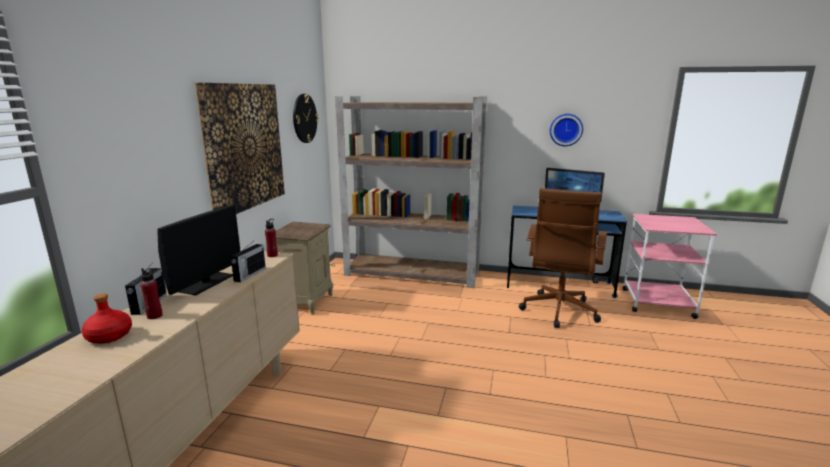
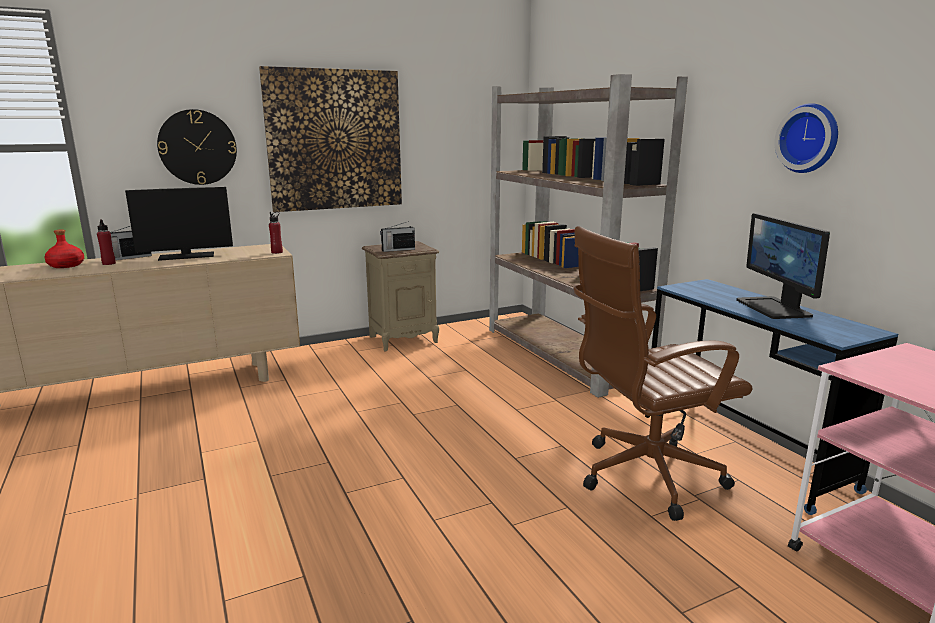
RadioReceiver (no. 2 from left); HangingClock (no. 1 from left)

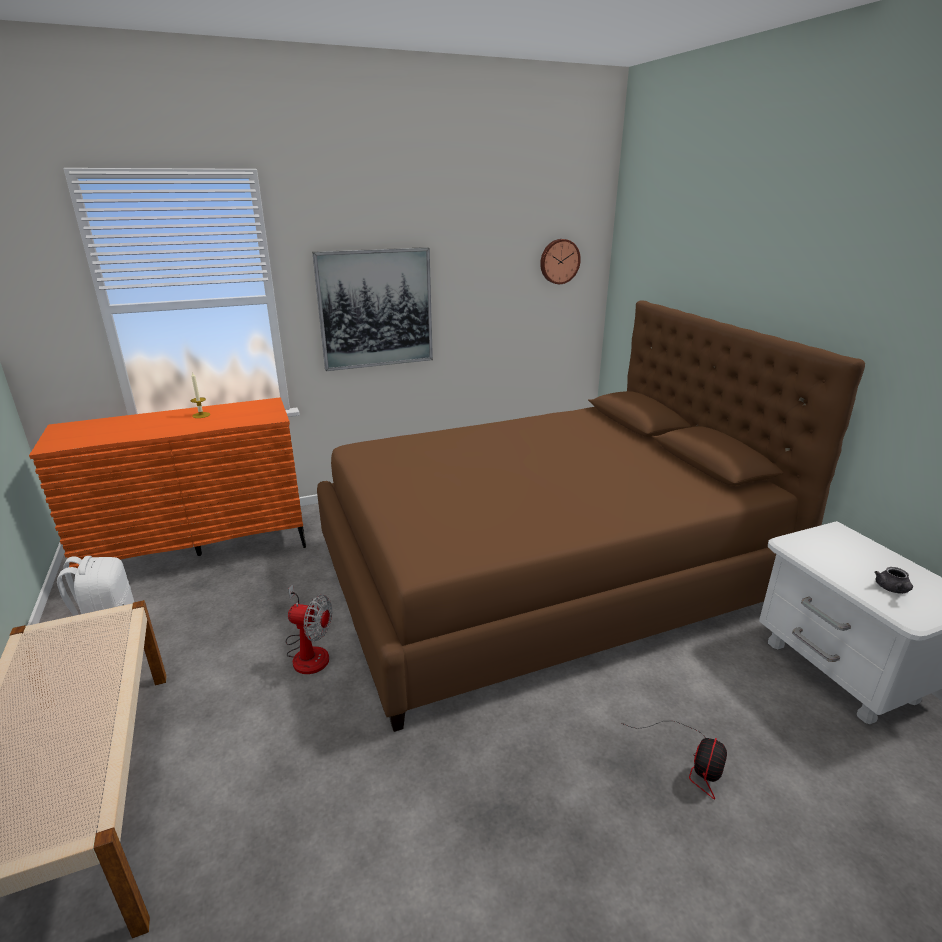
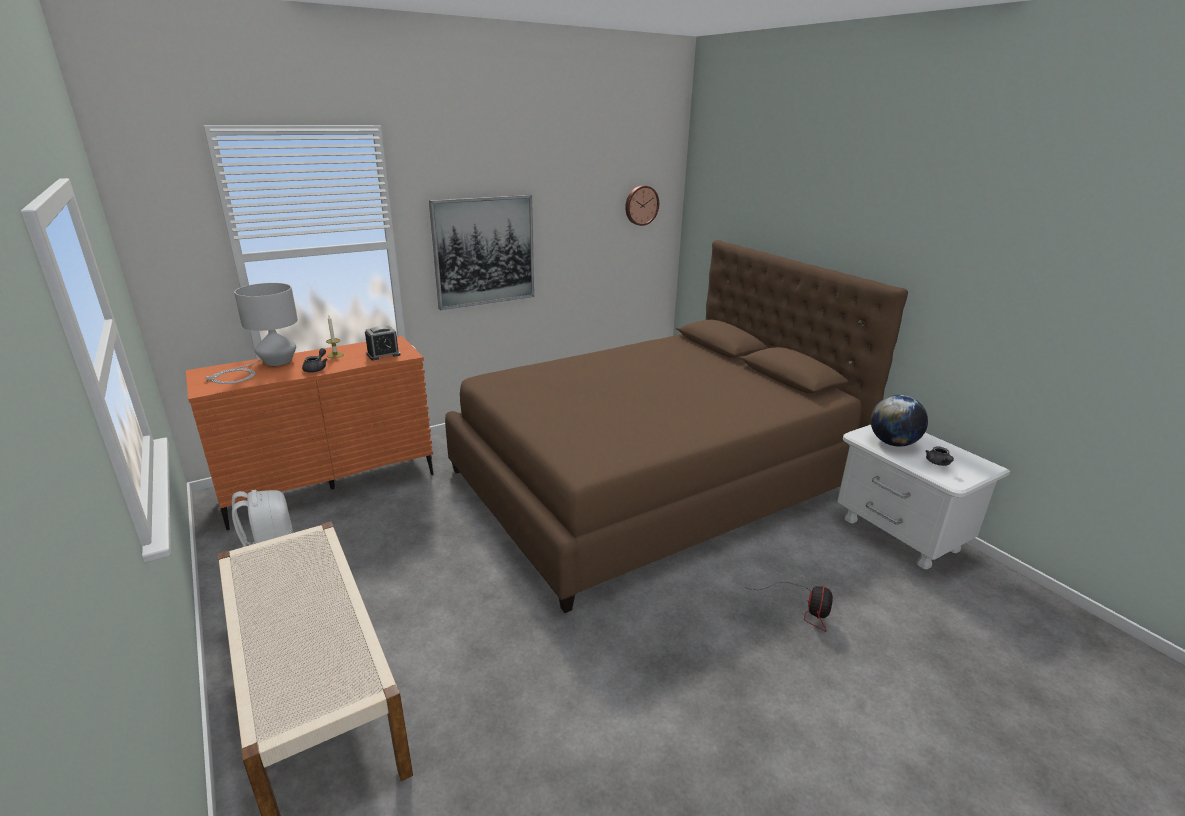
Fan (no. 1 from left in the first image); GreyishTableLamp; GreyishTeapot (no. 1 from left); AlarmClock; WorldGlobe

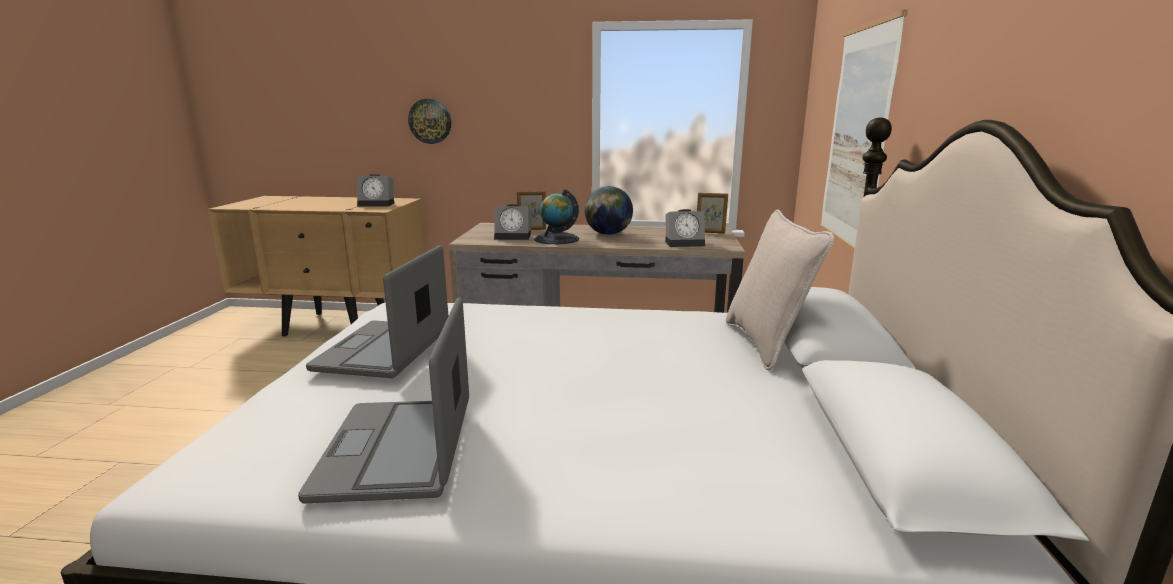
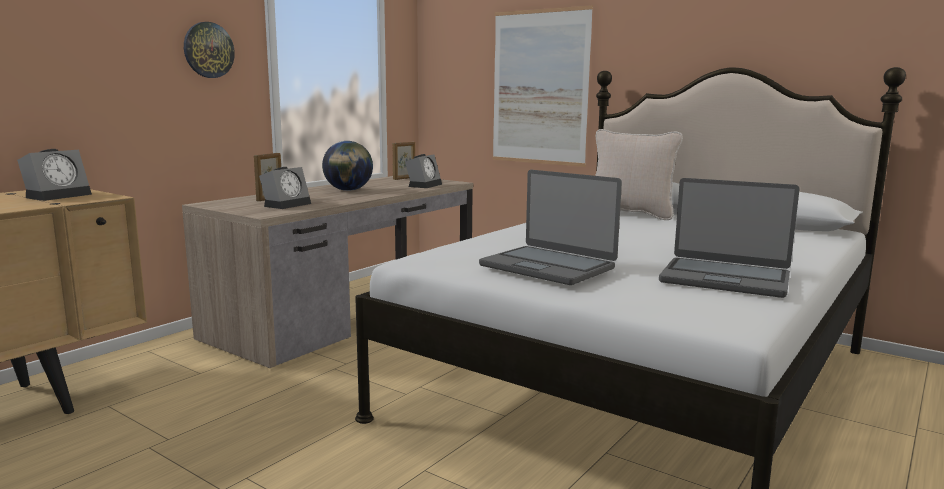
HangingClock; WorldGlobe (no. 1 from left in the first image)

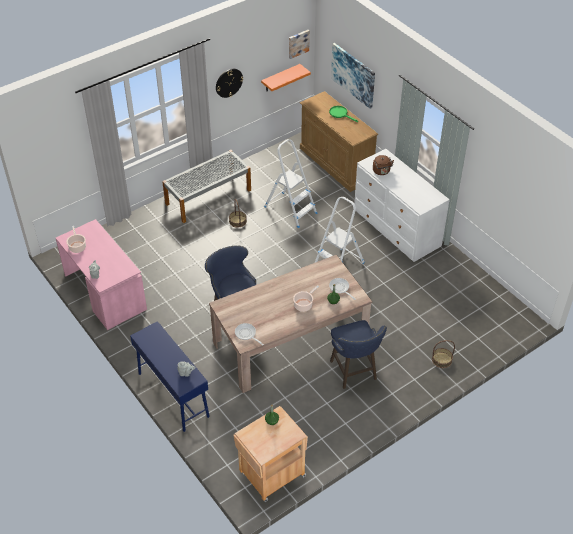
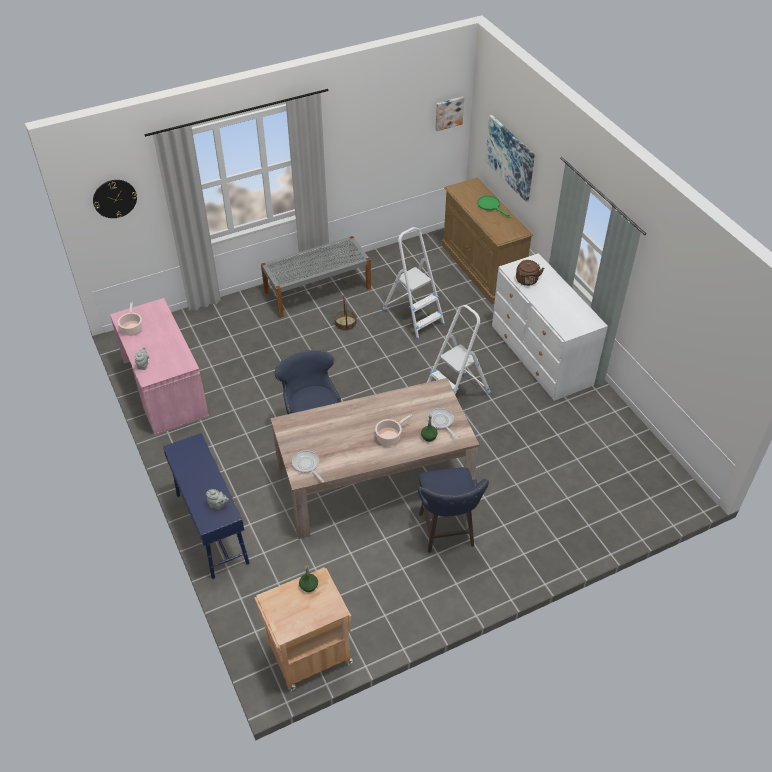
HangingClock; OrangeShelf; Basket (no. 2 from left in the first image)

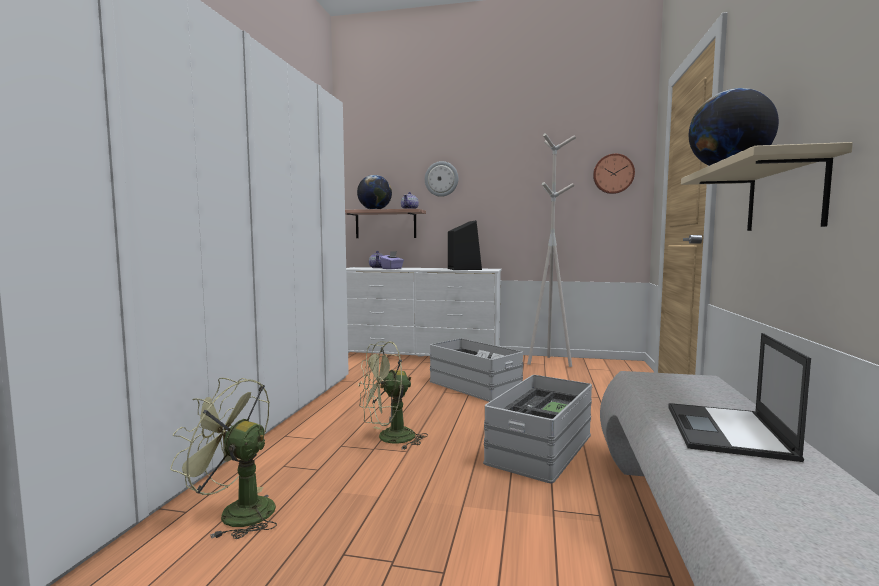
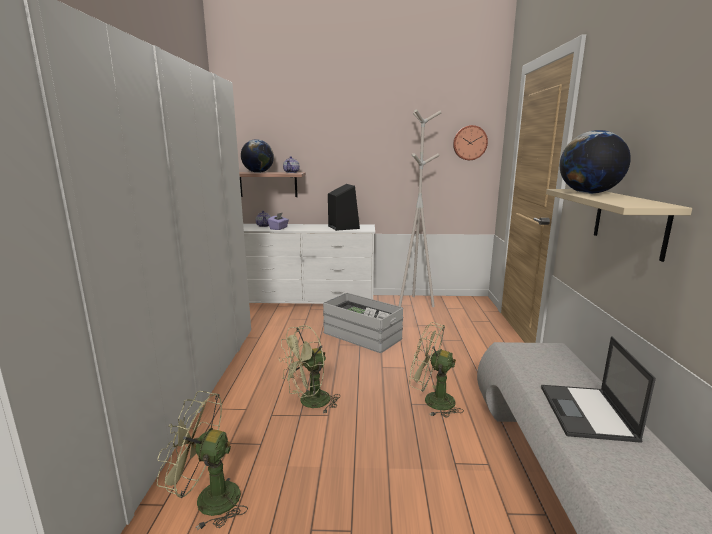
HangingClock (no. 1 from left in the first image); GreenColouredFan (no. 3 from left)

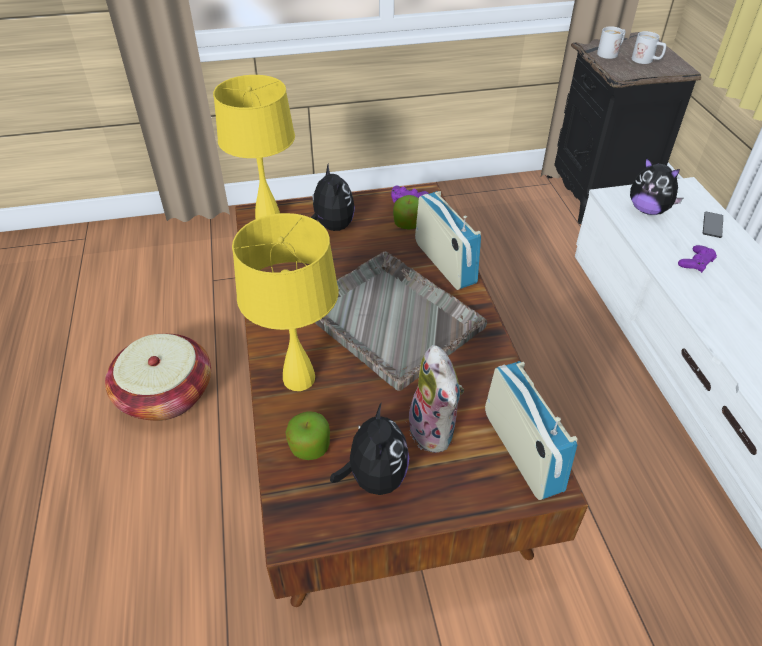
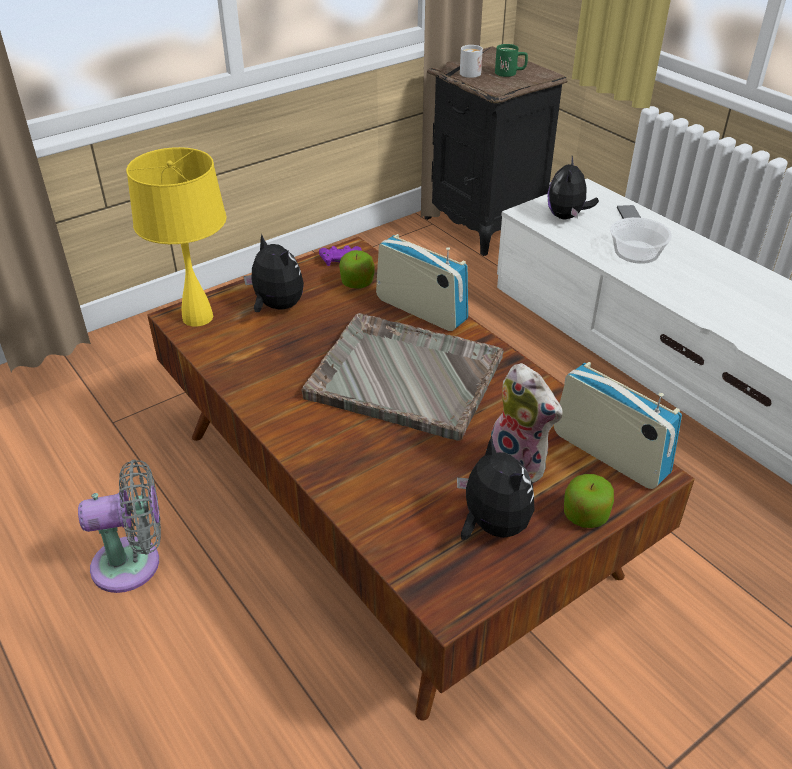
GreyishFan; YellowTableLamp (no. 2 from left in the first image); WholeApple (no. 2 from left); CuddlyToy (no. 4 from left); GreenColouredCoffeeMug; ServingBowl

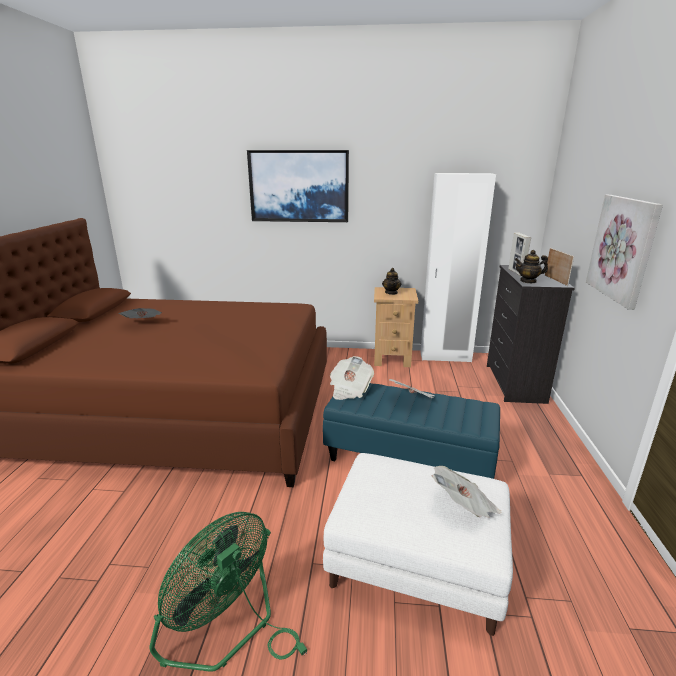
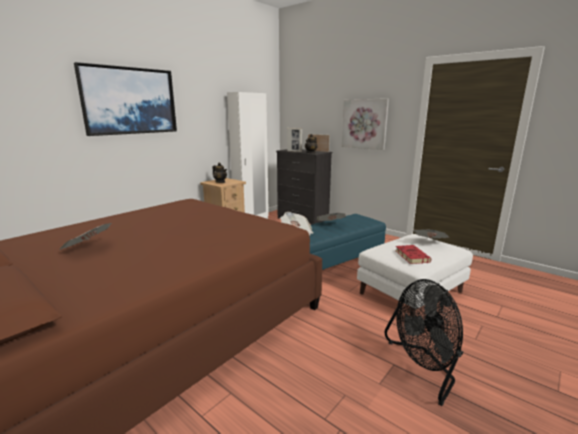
BlackColouredFan; RedBook

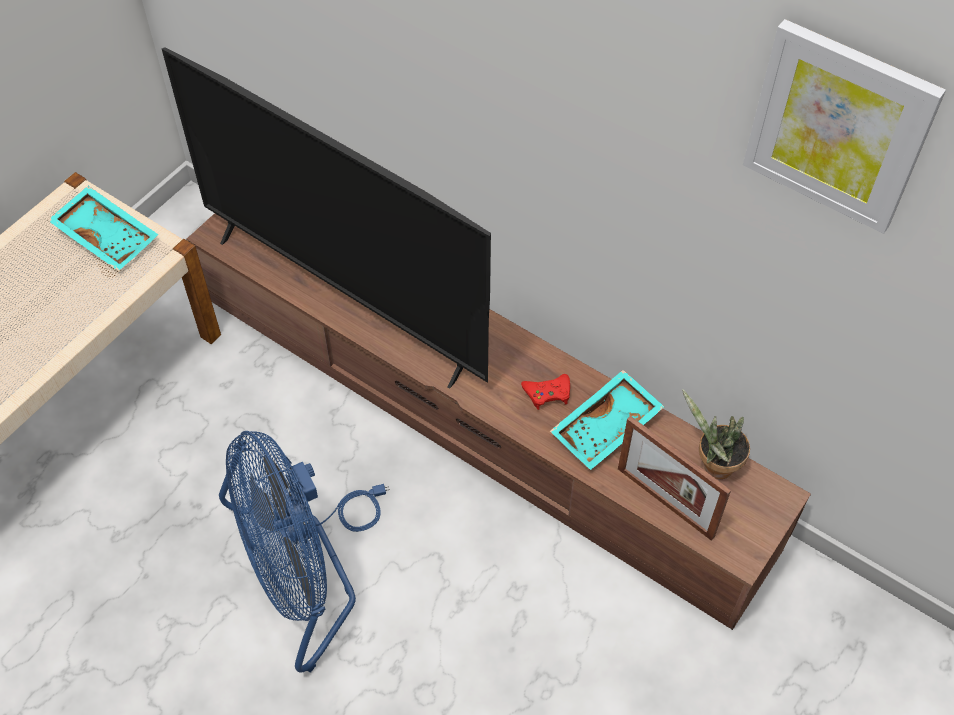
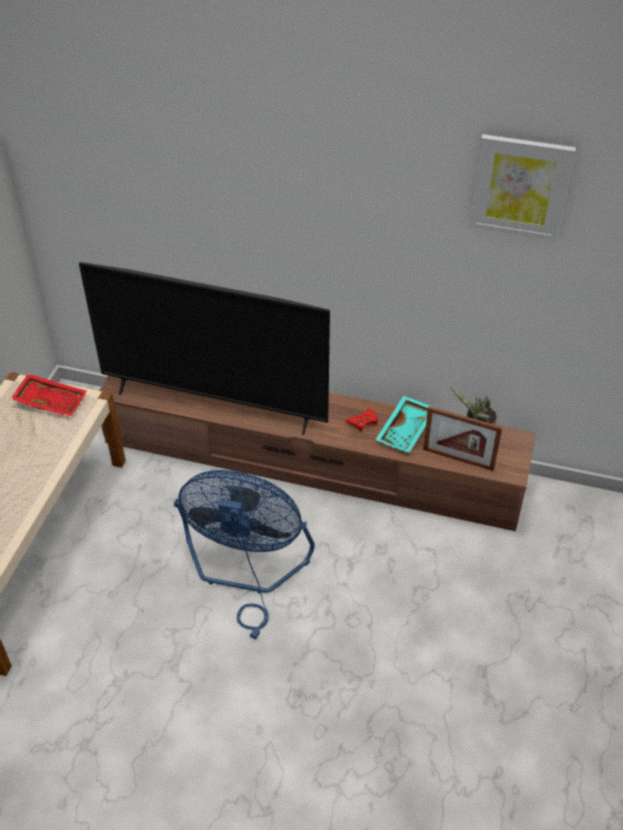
RedServingTray; BluishFan

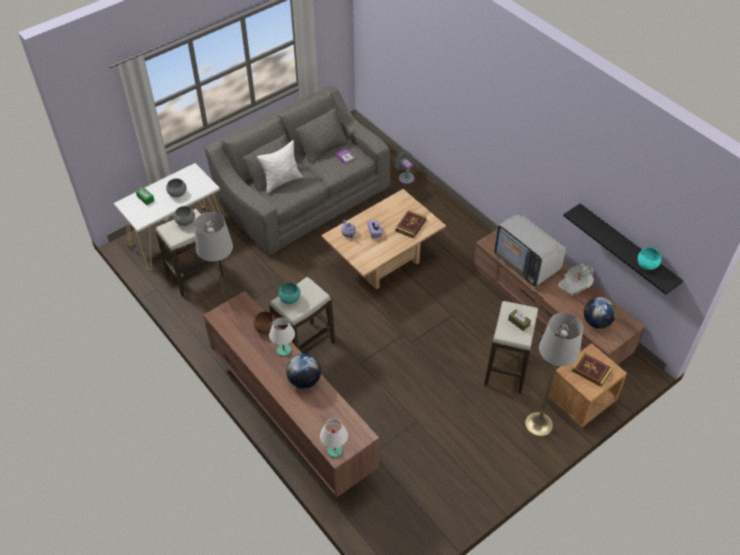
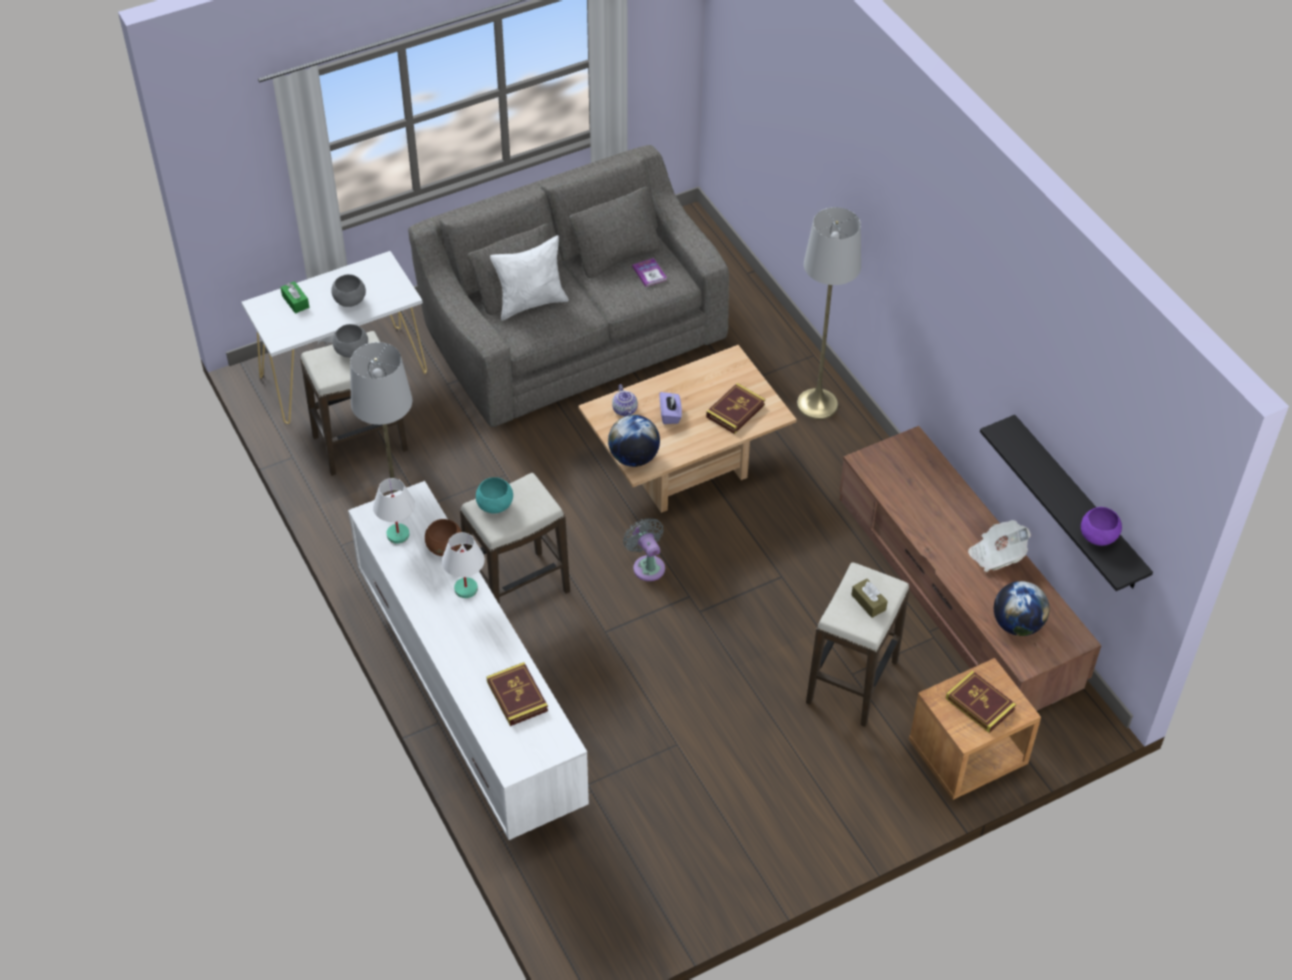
WhitishCabinet; WorldGlobe (no. 1 from left); WhitishTableLamp (no. 1 from left); GreyishFan; Tv; GreyishStandingLamp (no. 2 from left); PurpleServingBowl; Book (no. 1 from left)

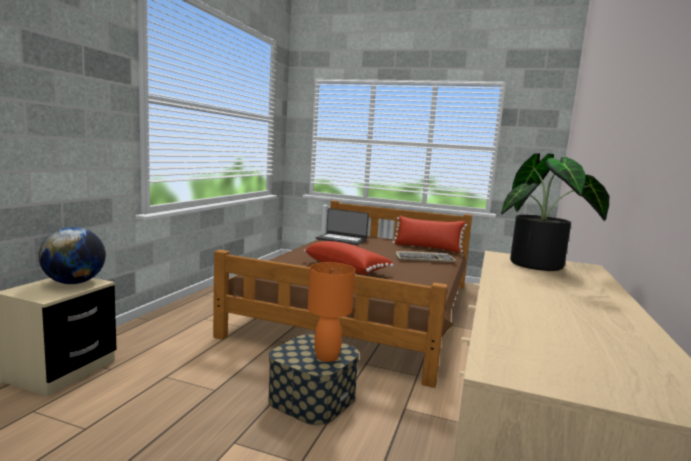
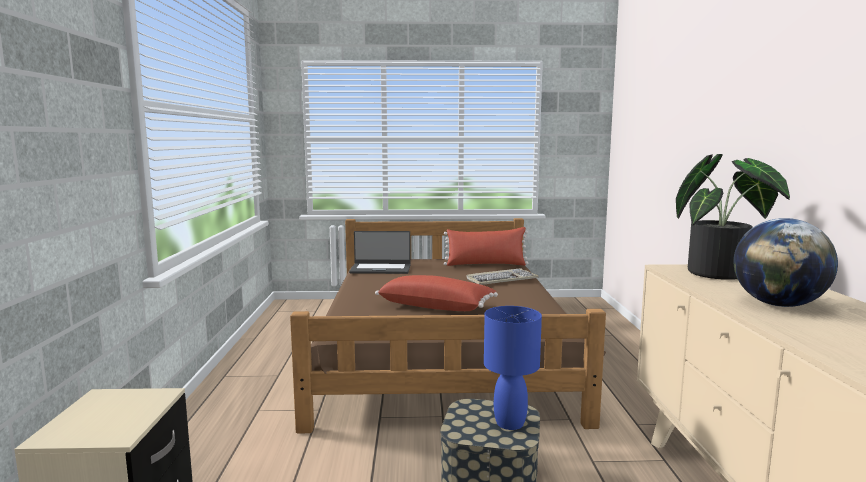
WorldGlobe; BluishTableLamp

